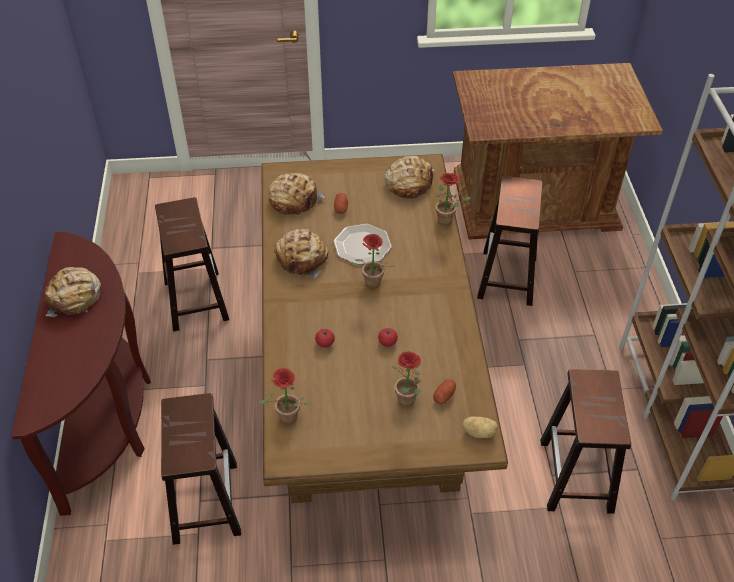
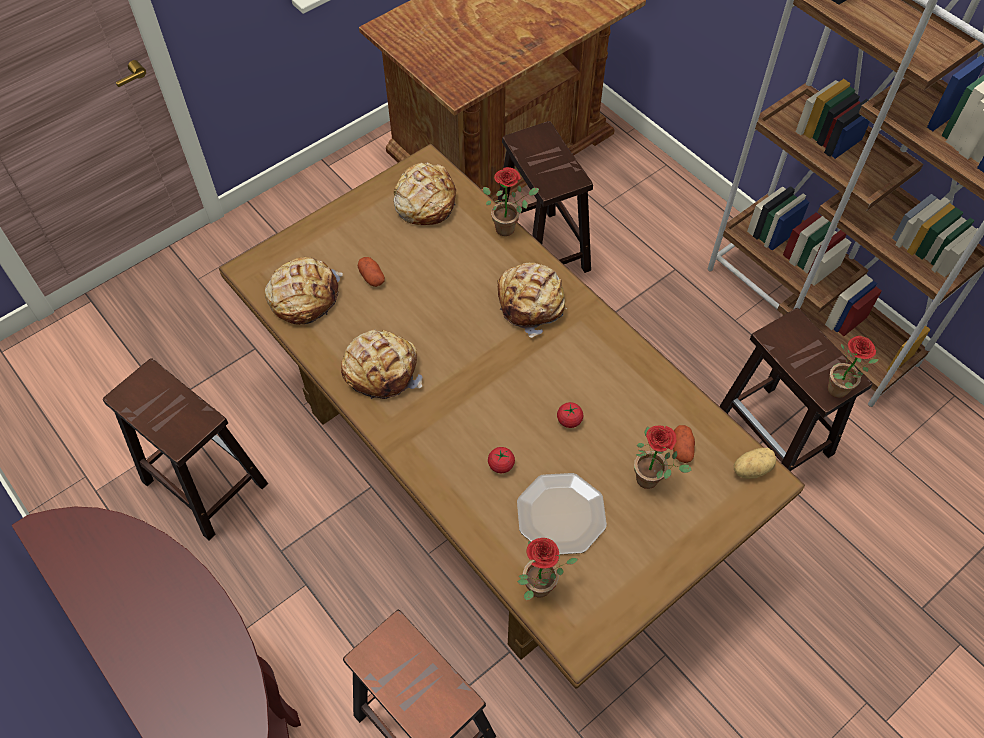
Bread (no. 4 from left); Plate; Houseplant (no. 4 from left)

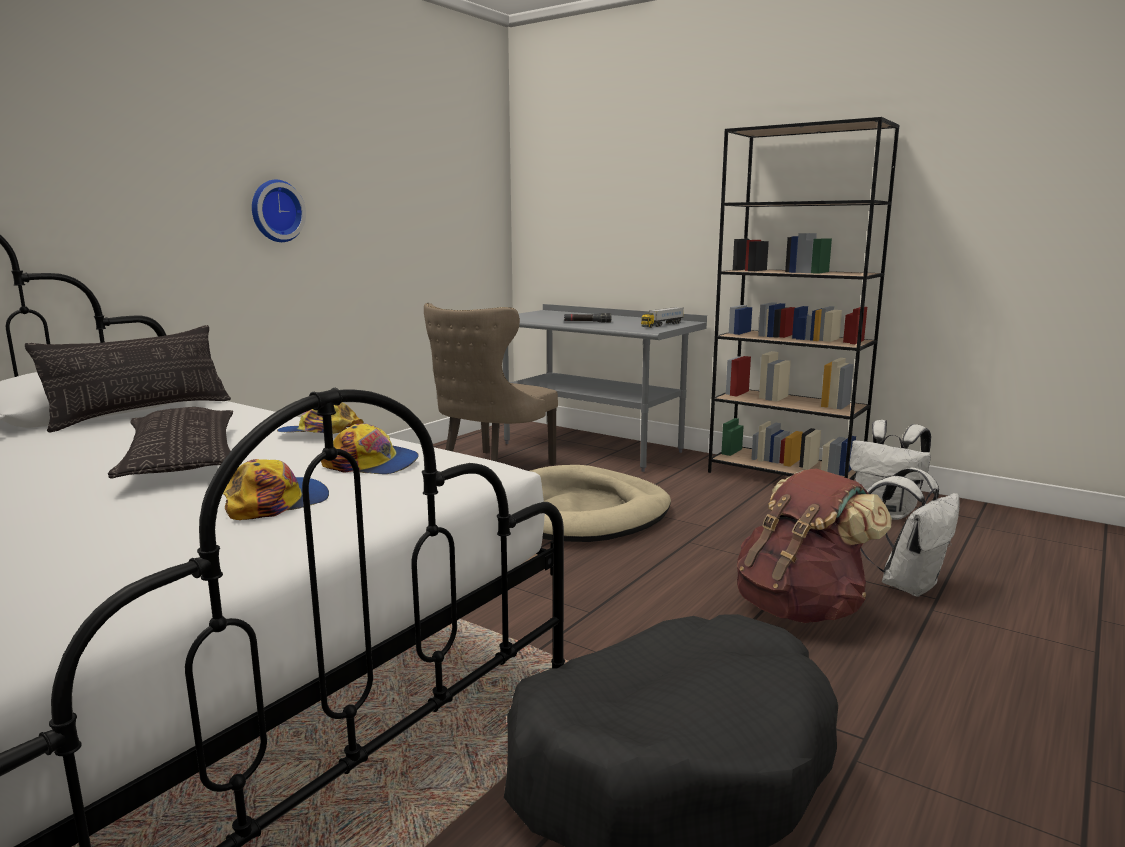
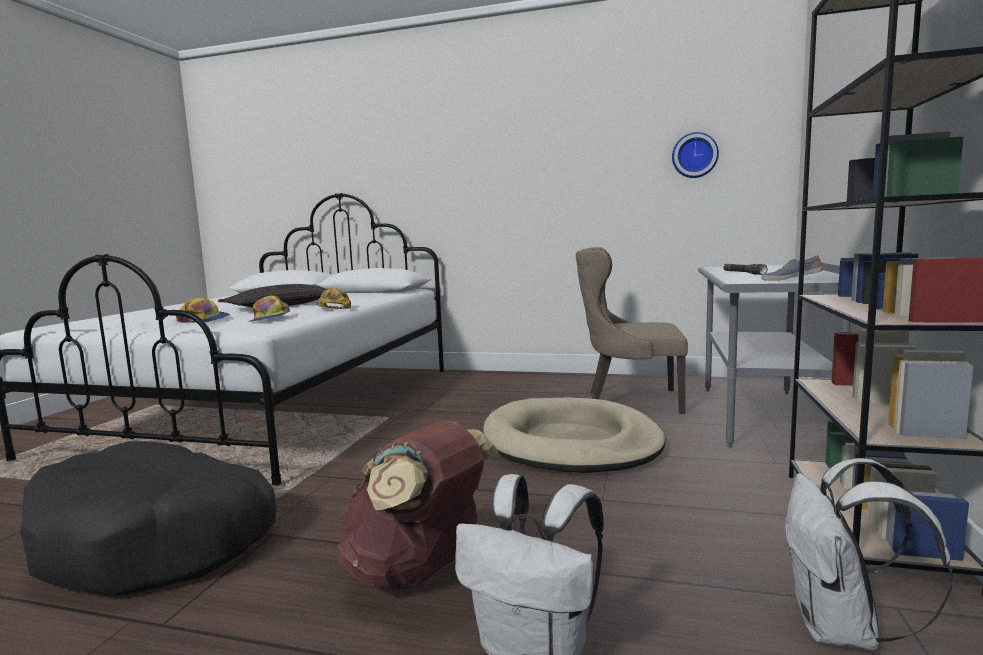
Cushion (no. 1 from left in the first image); HangingClock; ItemOfFootwear

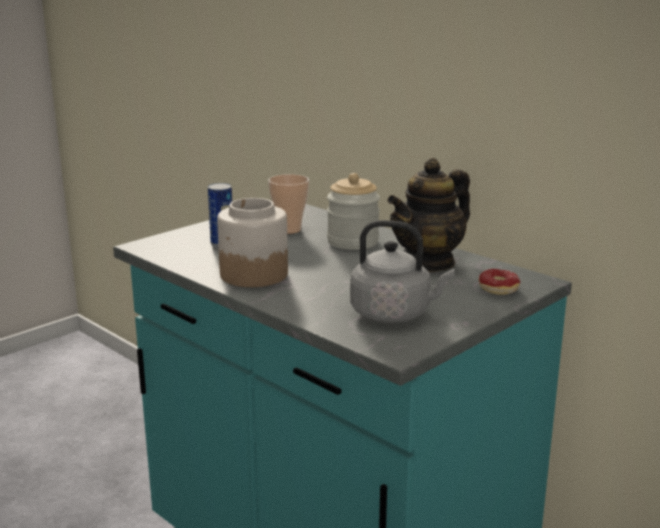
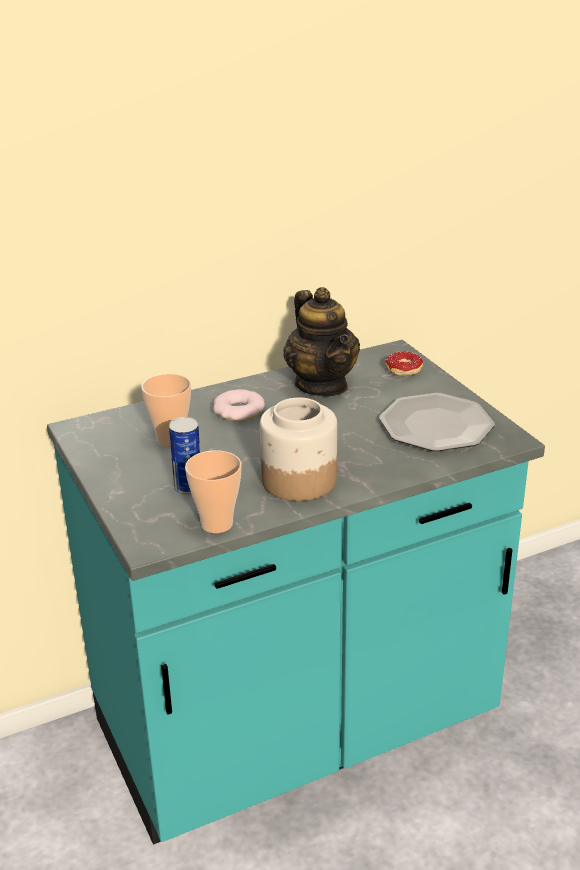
RingDoughnut (no. 1 from left); Plate; DrinkingCup (no. 2 from left)

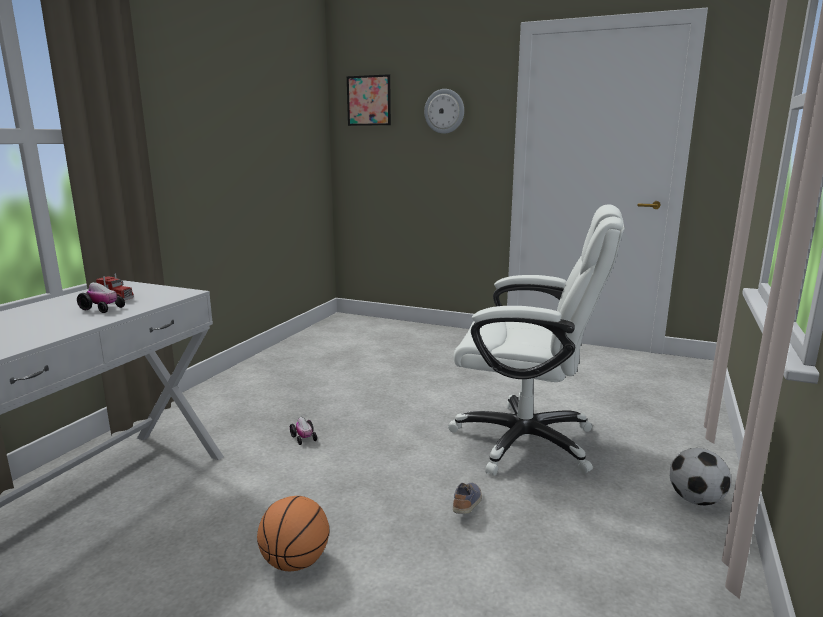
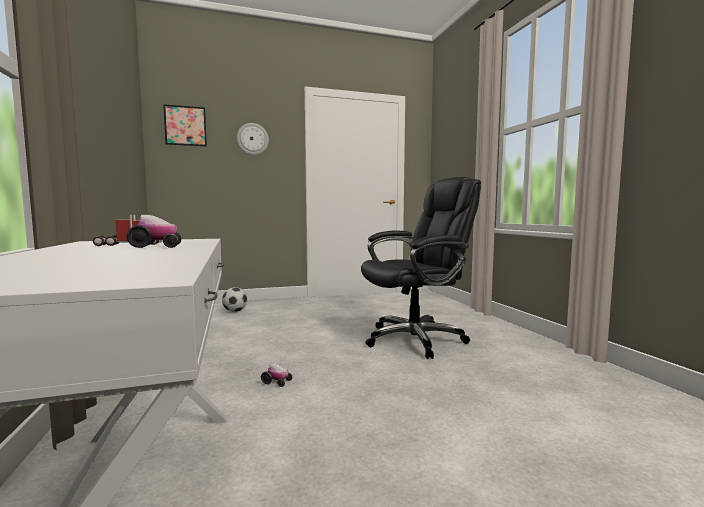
BallForBasketball; BlackColouredDeskChair; ItemOfFootwear; FootballBall

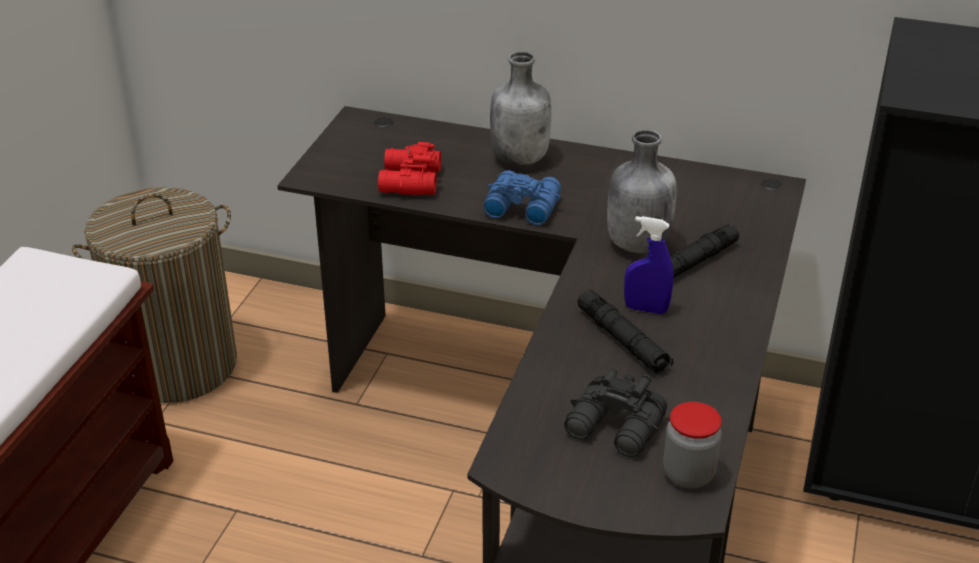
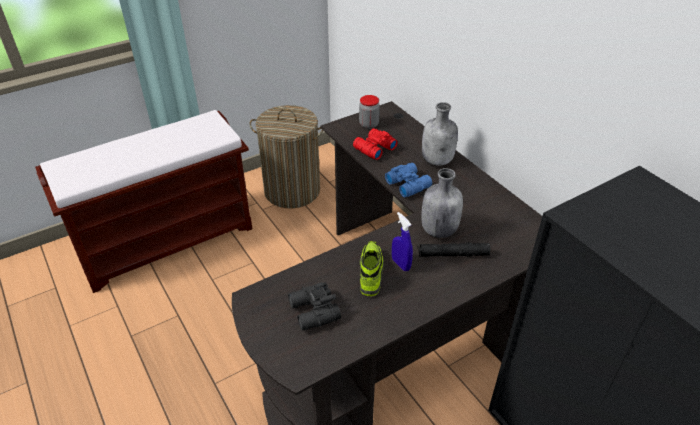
ItemOfFootwear; PreserveJar

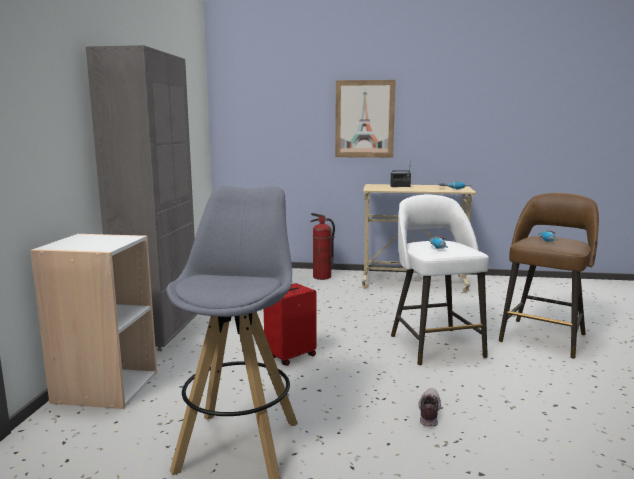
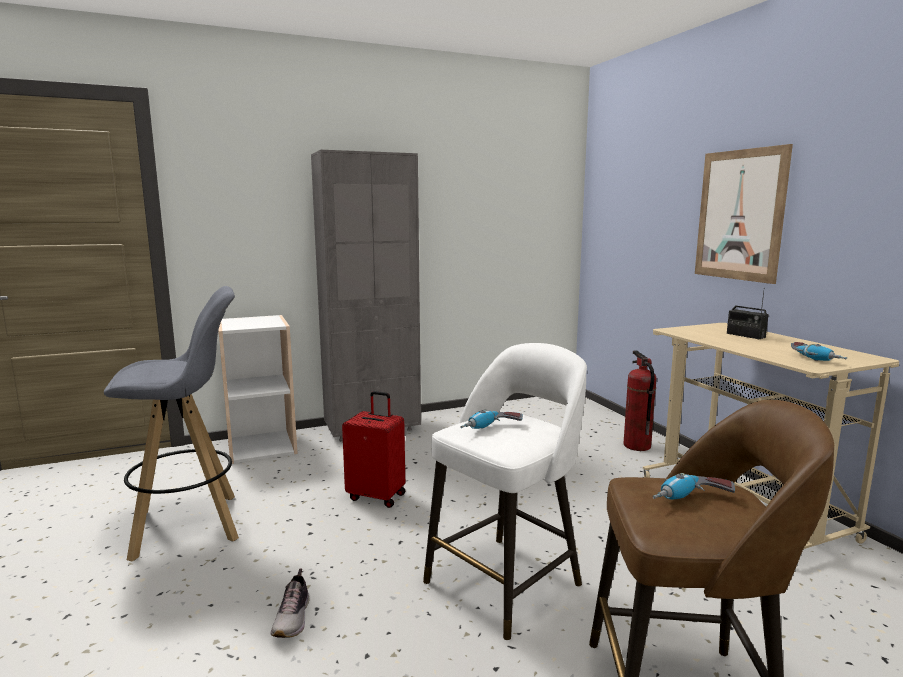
ItemOfFootwear

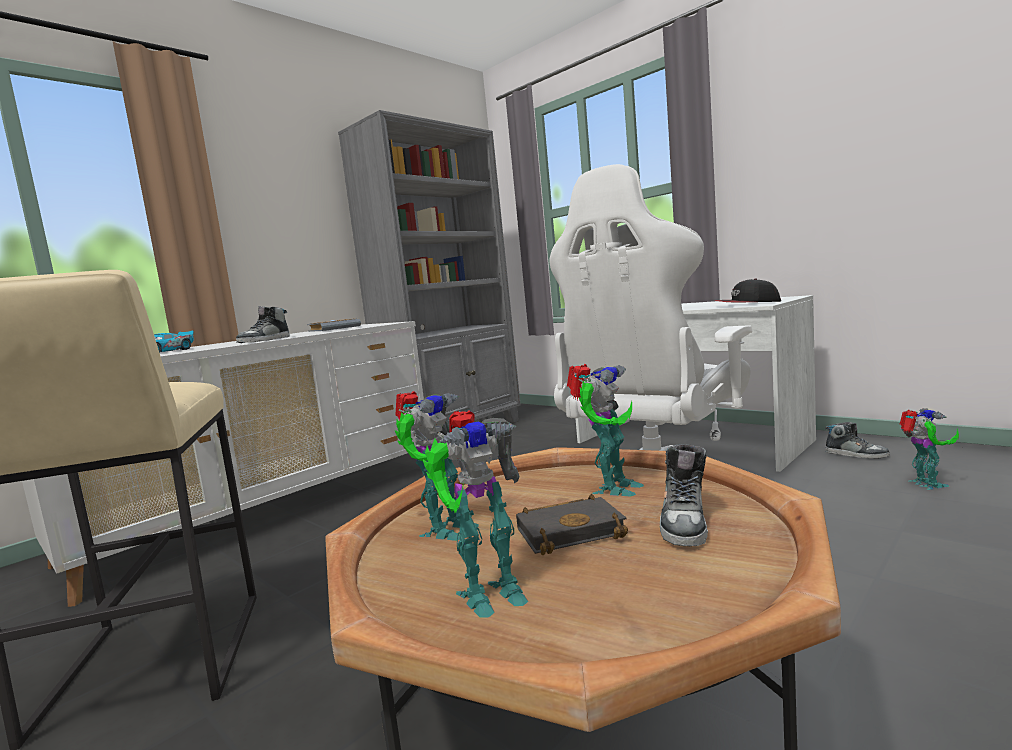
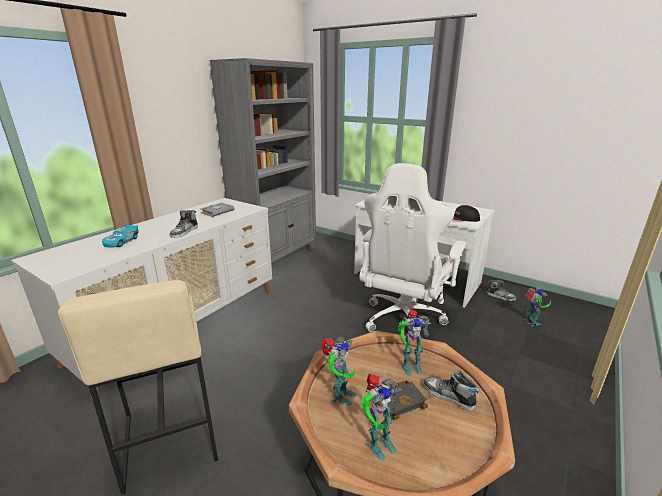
ModelRobot (no. 3 from left); ItemOfFootwear (no. 2 from left)

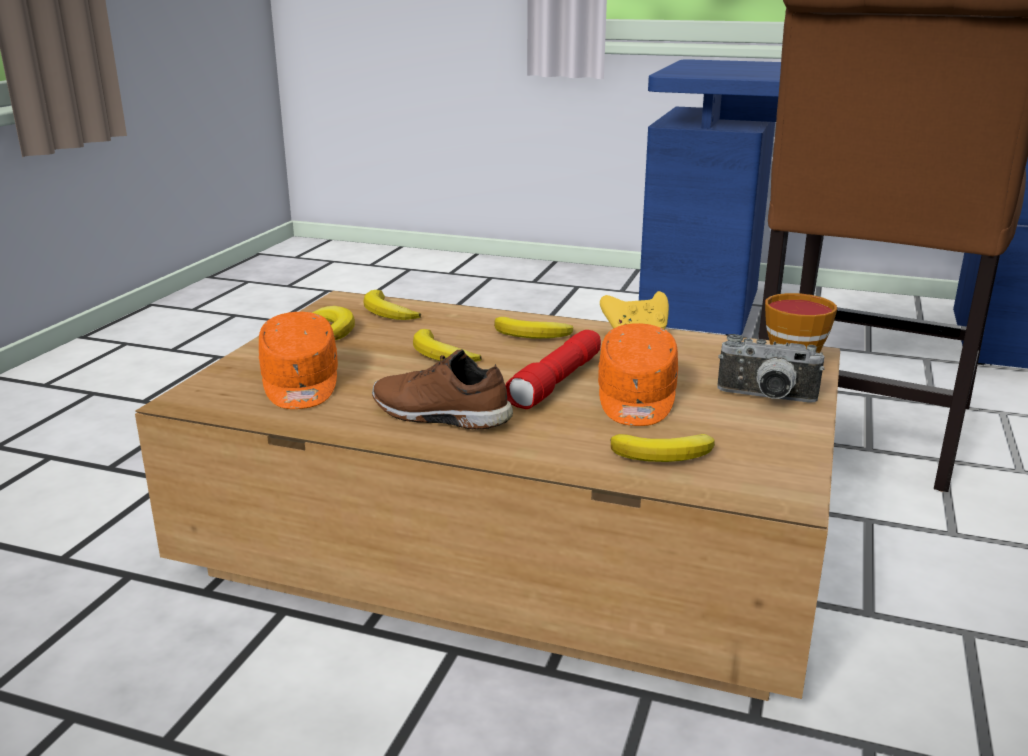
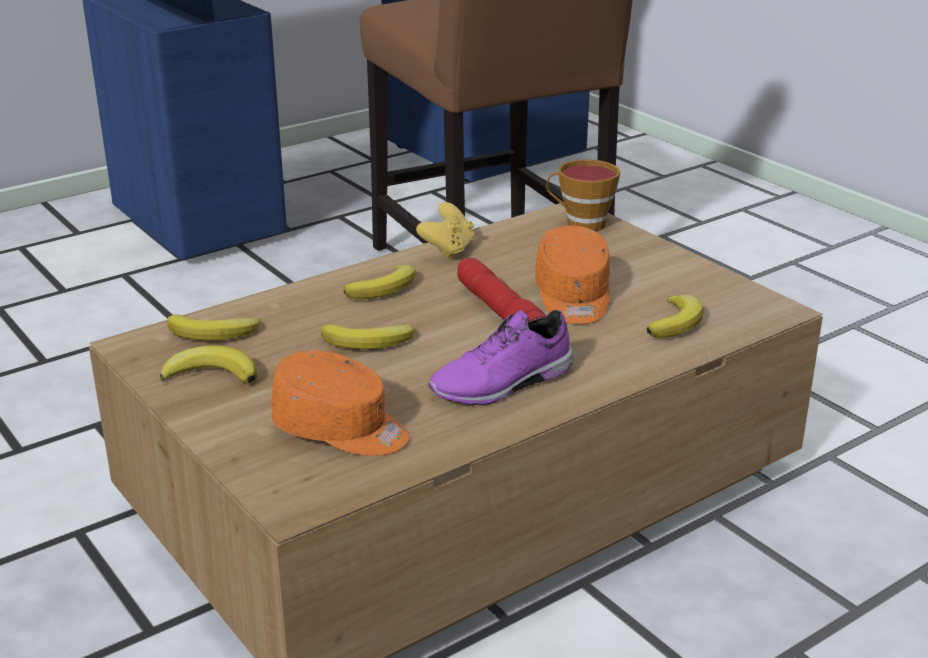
PurpleItemOfFootwear; OrangeCap (no. 2 from left); StillCamera

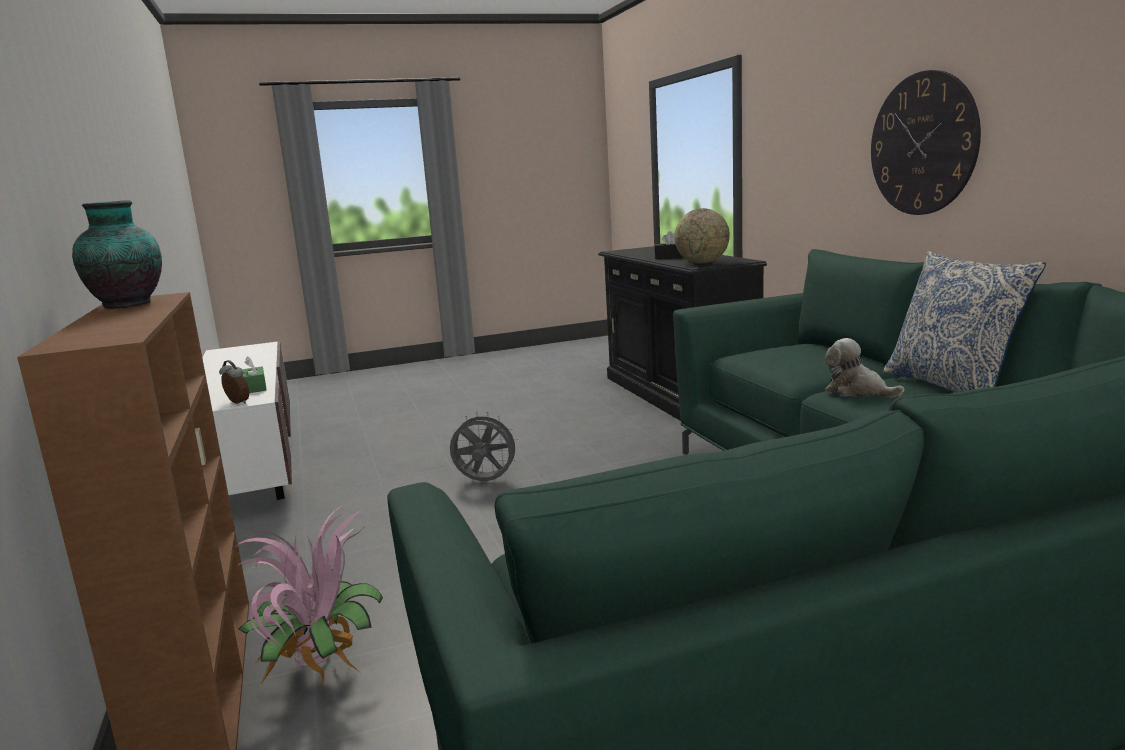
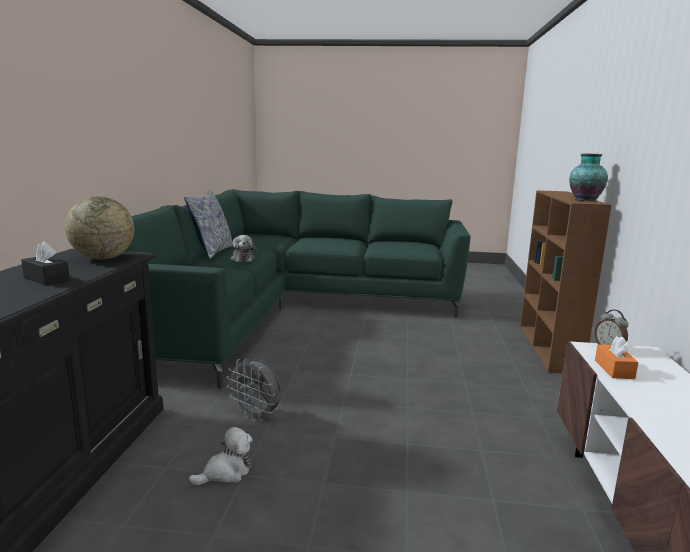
Houseplant; OrangeTissueHolder; GreyishFan; HangingClock; CuddlyToy (no. 1 from left)

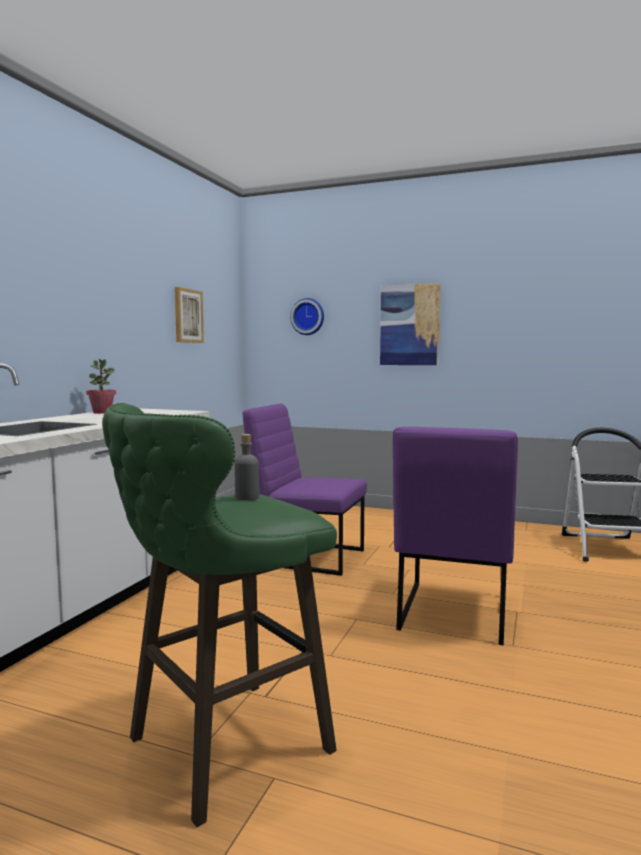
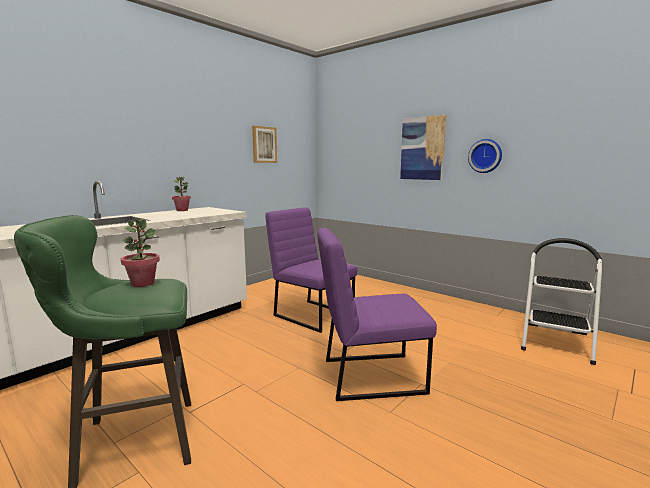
Houseplant (no. 1 from left); HangingClock; PurplePlainChair (no. 2 from left)

